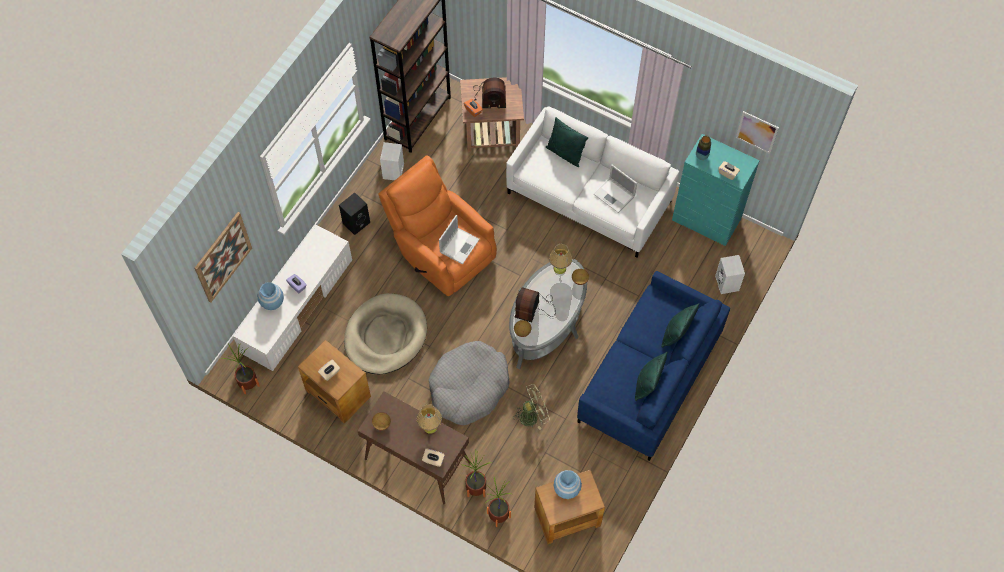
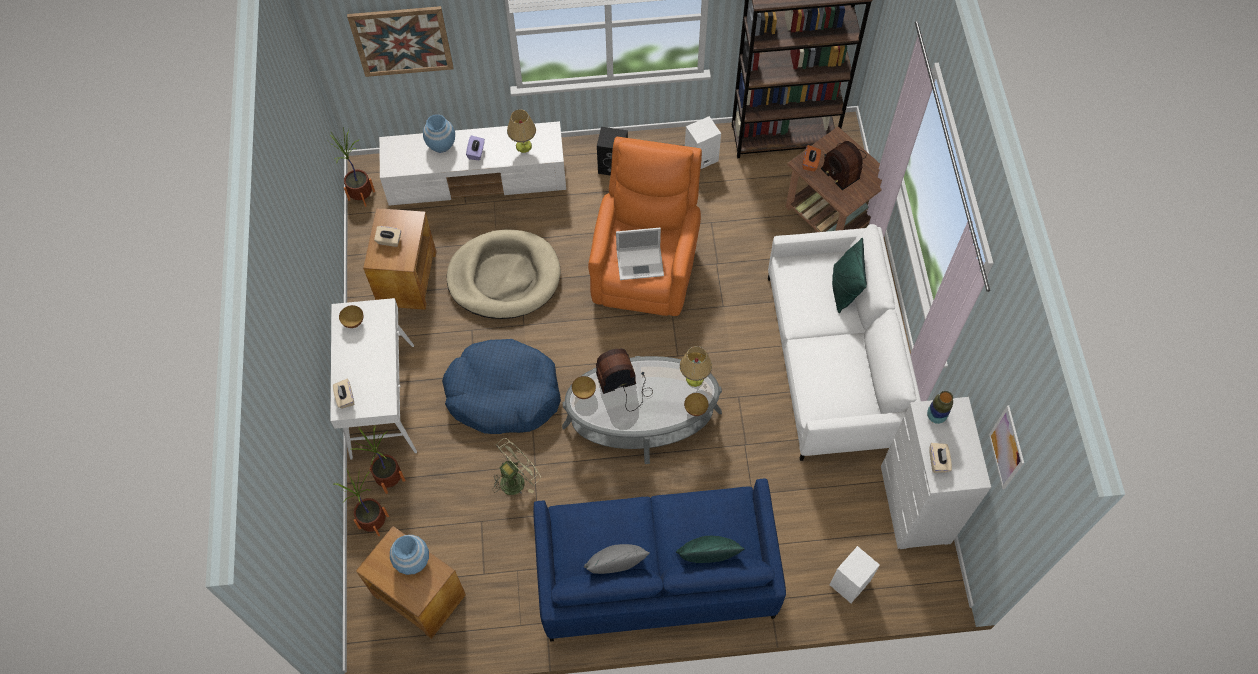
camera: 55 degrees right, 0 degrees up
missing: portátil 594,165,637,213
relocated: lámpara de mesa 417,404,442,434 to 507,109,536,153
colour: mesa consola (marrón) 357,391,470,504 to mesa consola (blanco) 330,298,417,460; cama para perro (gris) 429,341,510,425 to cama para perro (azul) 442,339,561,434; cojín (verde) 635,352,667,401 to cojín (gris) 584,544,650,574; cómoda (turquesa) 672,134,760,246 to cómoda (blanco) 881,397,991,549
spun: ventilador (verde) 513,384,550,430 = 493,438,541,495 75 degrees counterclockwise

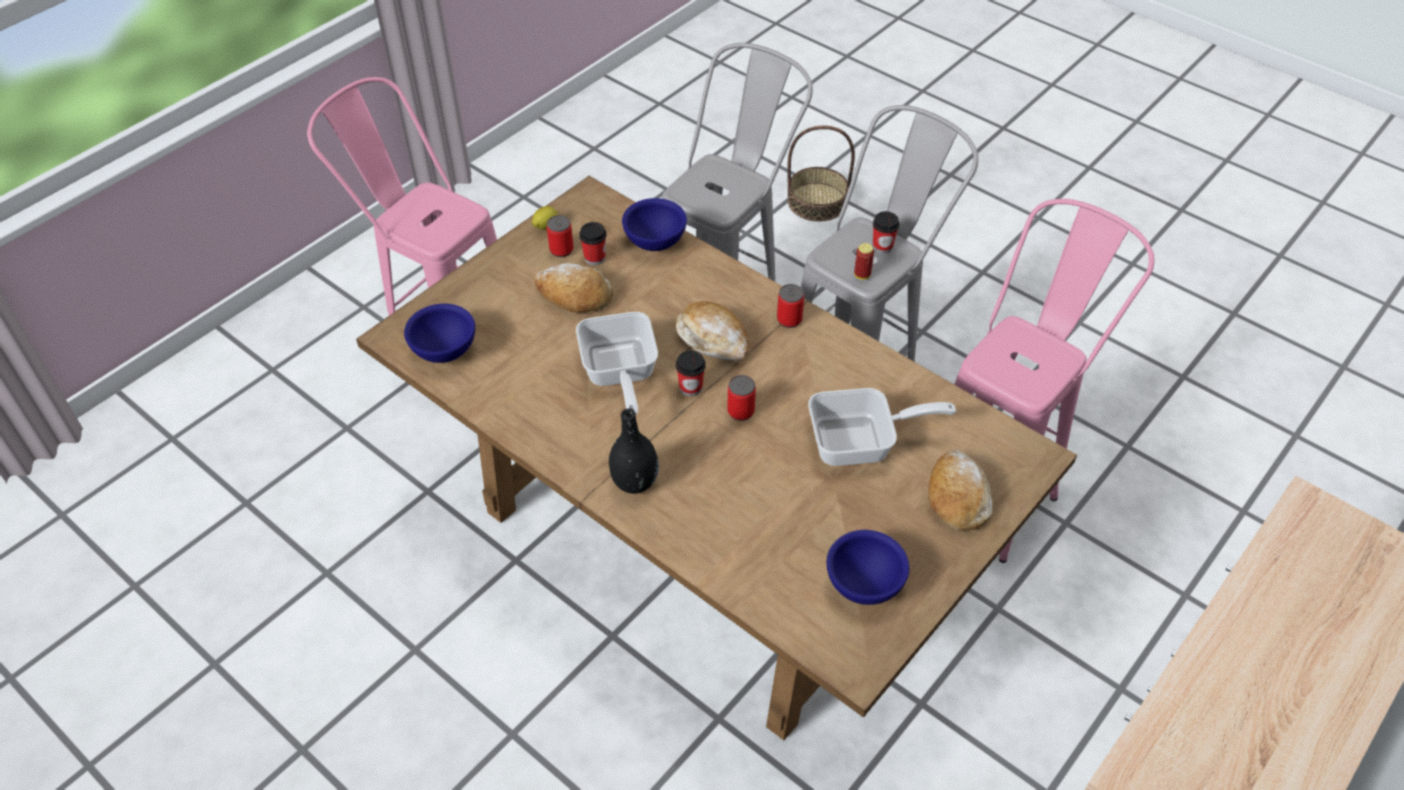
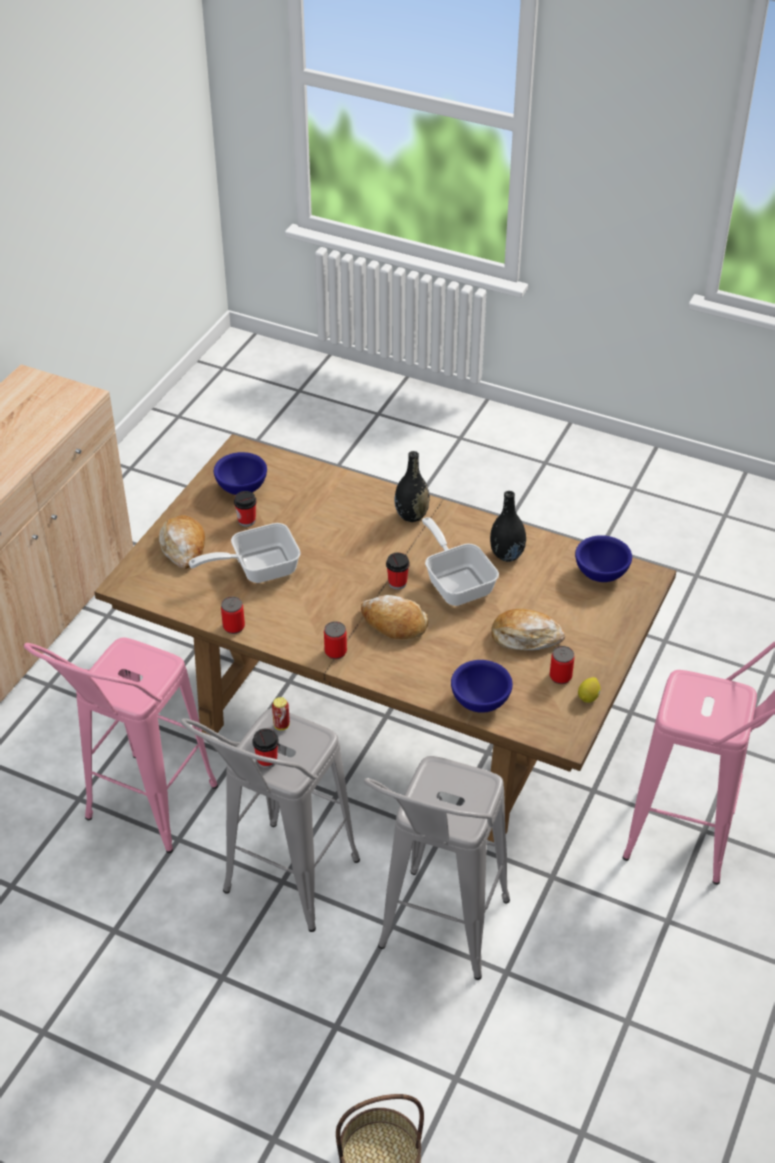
camera: 165 degrees right, 5 degrees down
appeared: florero (negro) 490,491,526,562
relocated: lata 727,375,756,421 to 221,597,245,634; taza 579,222,607,265 to 234,491,257,527

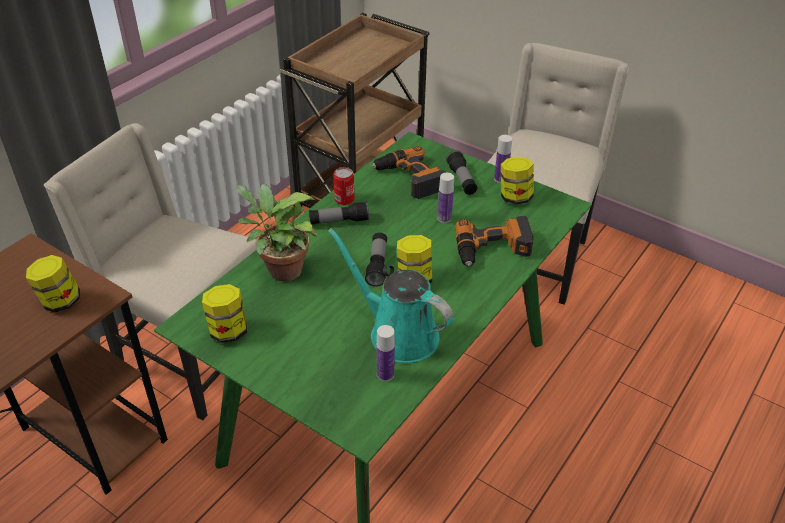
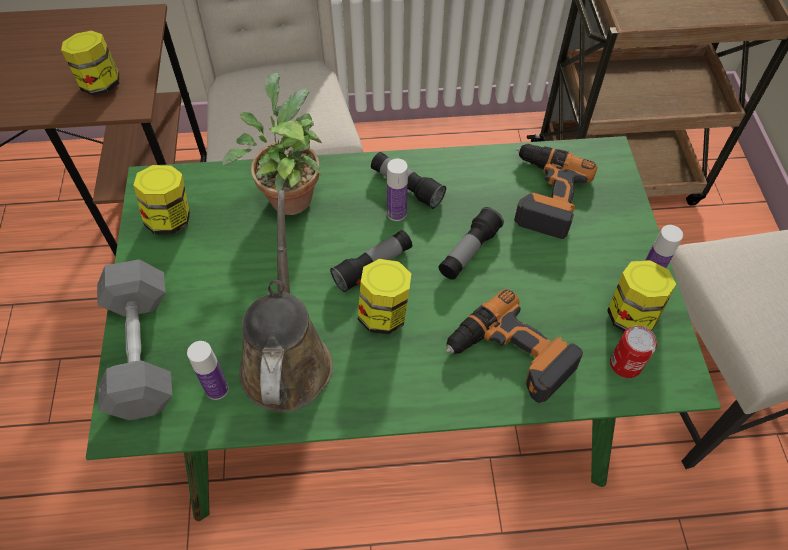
camera: 50 degrees right, 15 degrees up
appeared: mancuerna (gris) 97,259,172,421
relocated: botella 437,173,454,223 to 387,159,408,221; linterna 446,151,478,195 to 439,207,504,280; lata 333,167,355,205 to 610,325,657,378
colour: regadera (turquesa) 328,228,454,363 to regadera (marrón) 239,190,333,412

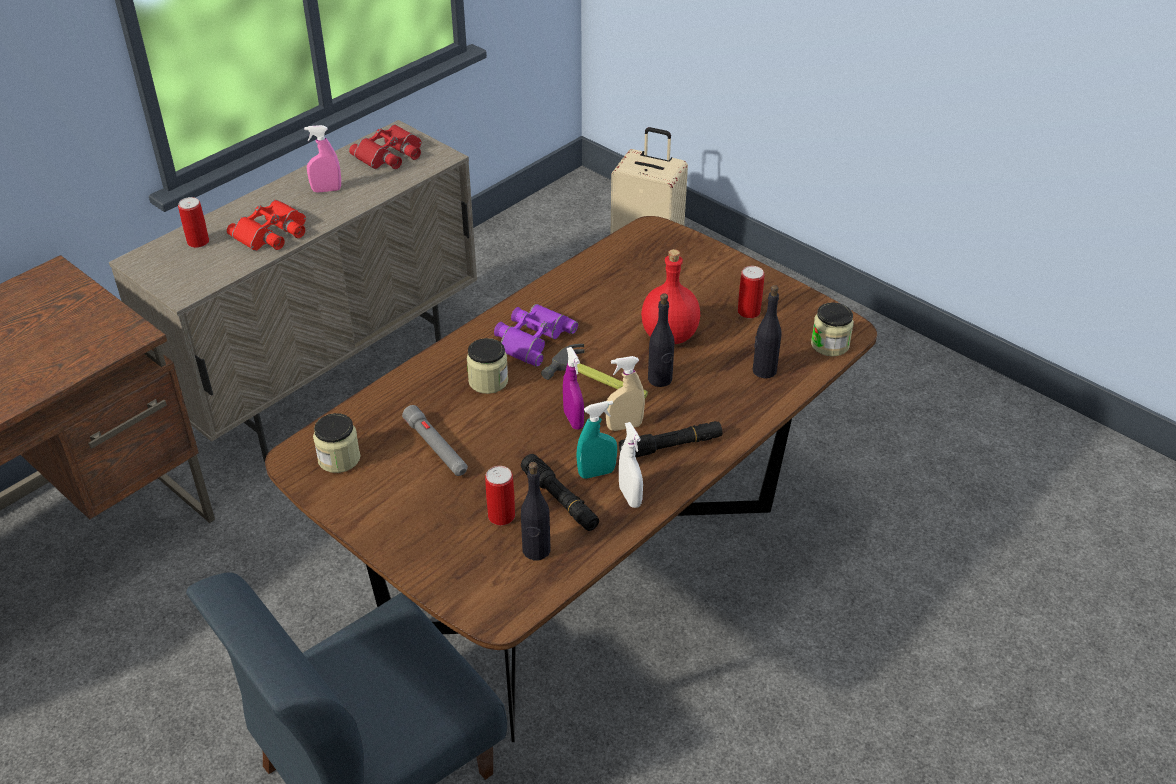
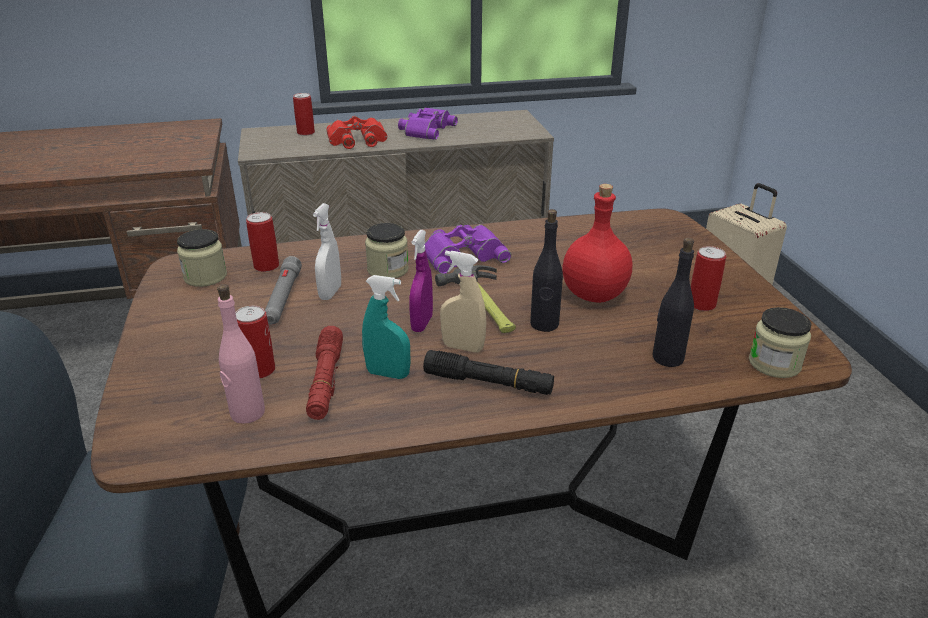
camera: 35 degrees right, 10 degrees down
missing: prismáticos (rojo) 349,124,421,169
appeared: lata 246,212,279,272
relocated: pulverizador (blanco) 619,422,643,508 to 313,203,341,300
exchanged: pulverizador (rosa) 304,125,341,193 to prismáticos (morado) 398,107,458,140
colour: botella (negro) 521,462,550,560 to botella (rosa) 217,284,265,424; linterna (negro) 521,454,599,531 to linterna (rojo) 306,326,343,420

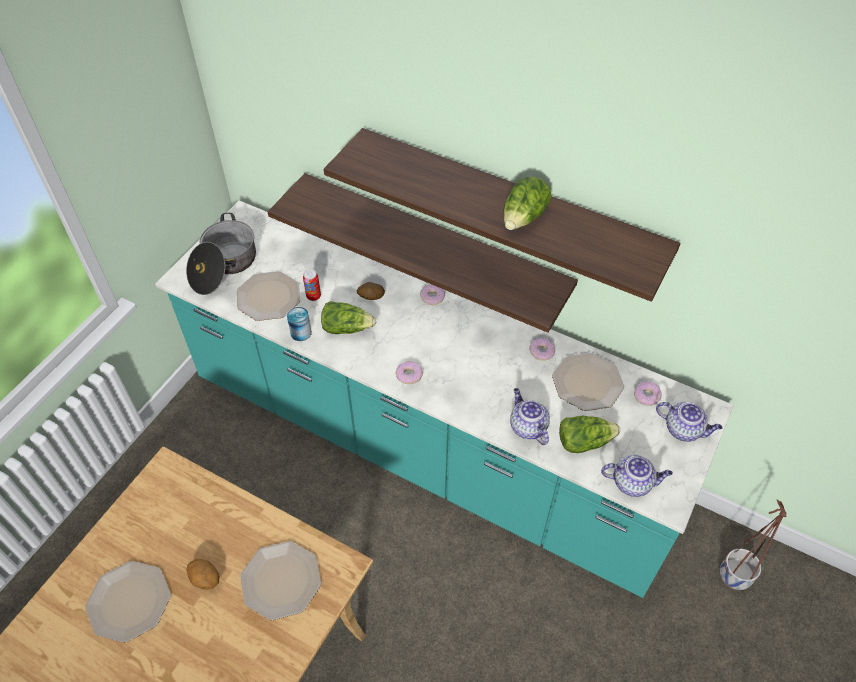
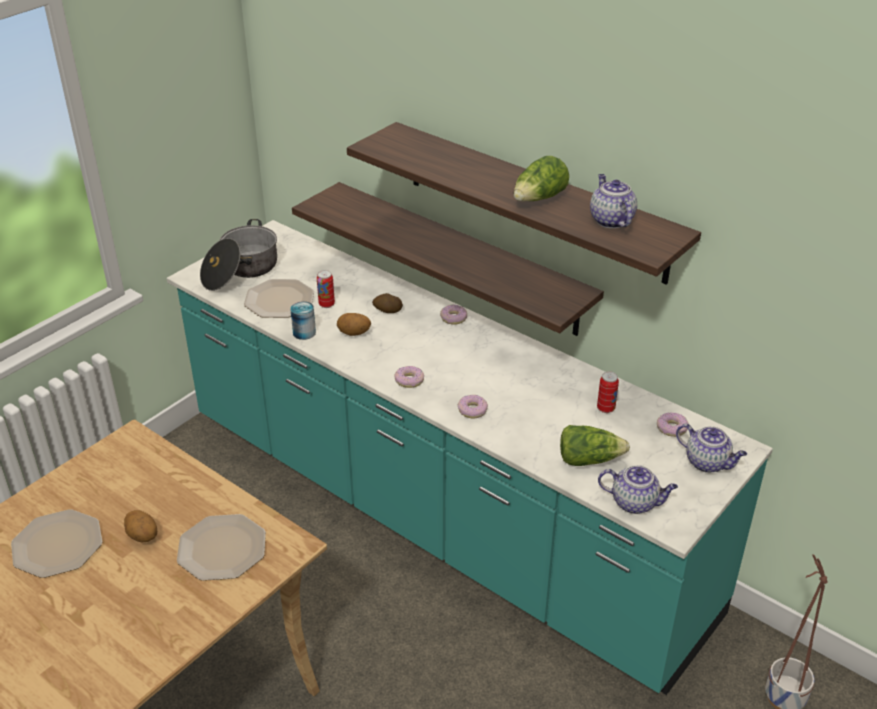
camera: 10 degrees right, 15 degrees down
relocated: rosquilla 529,337,555,361 to 458,394,488,418; tetera 510,388,550,445 to 590,174,637,228
exchanged: lechuga 321,301,376,334 to patata 337,313,371,336; plato 552,353,624,411 to lata 597,371,619,413

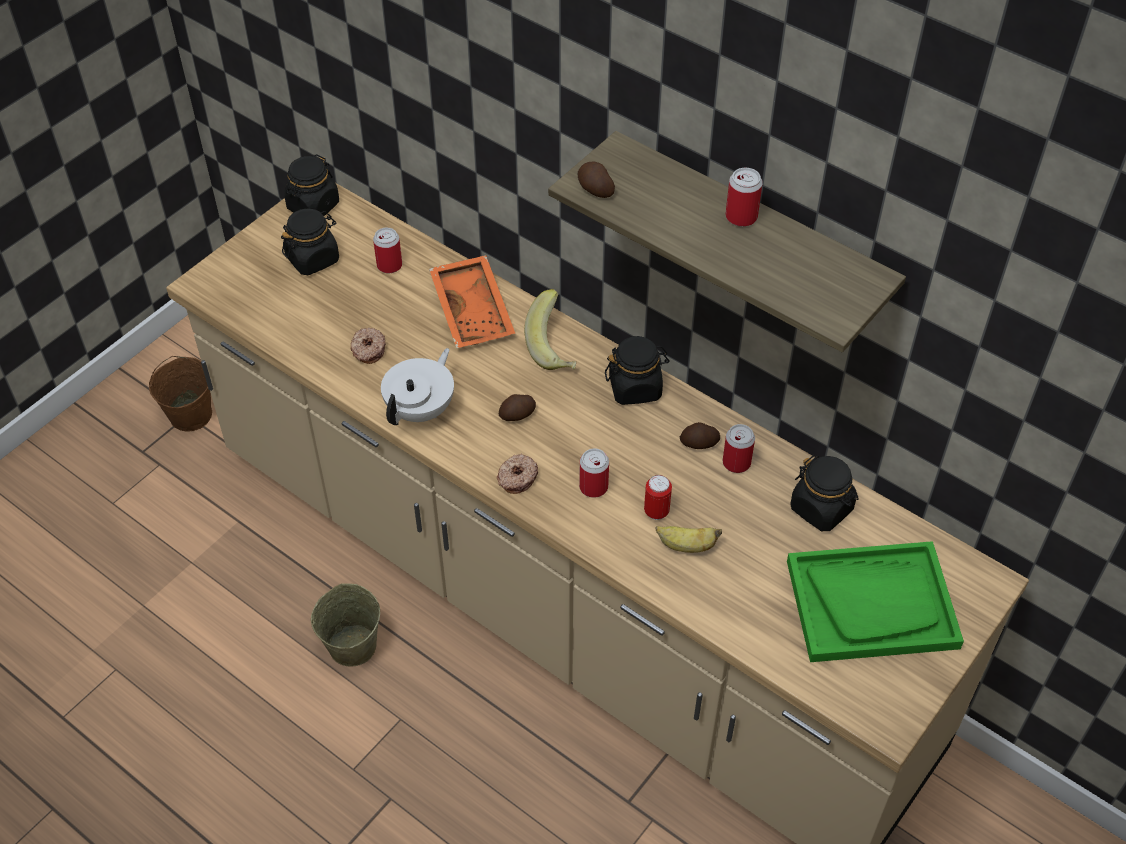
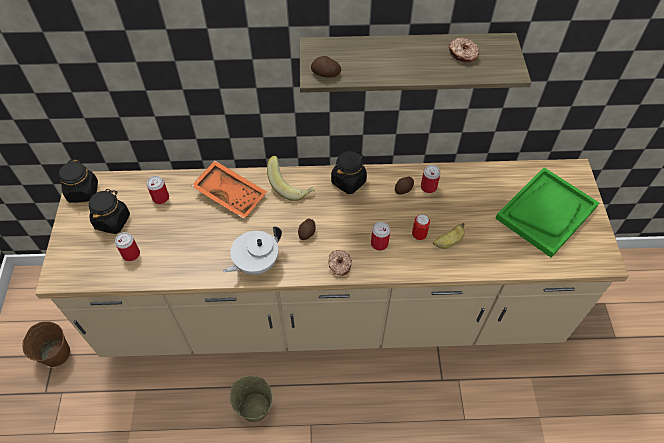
camera: 40 degrees left, 5 degrees up
missing: tarro (negro) 791,455,859,531
relocated: lata 725,168,763,227 to 115,232,140,261; rosquilla 351,328,386,364 to 448,38,480,63
spun: tetera (blanco) 381,348,454,425 = 223,227,282,275 120 degrees counterclockwise

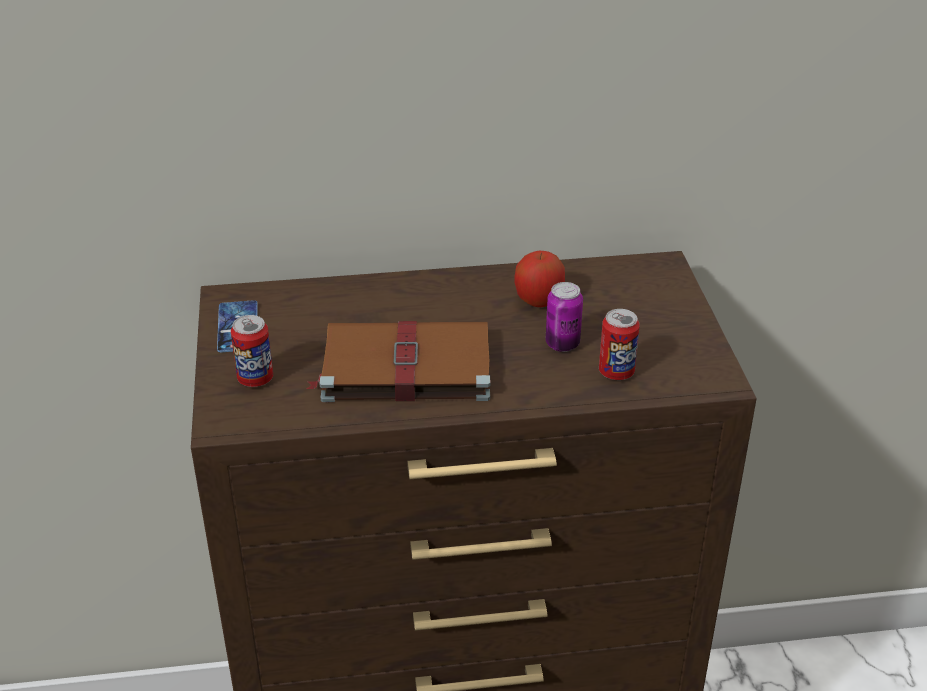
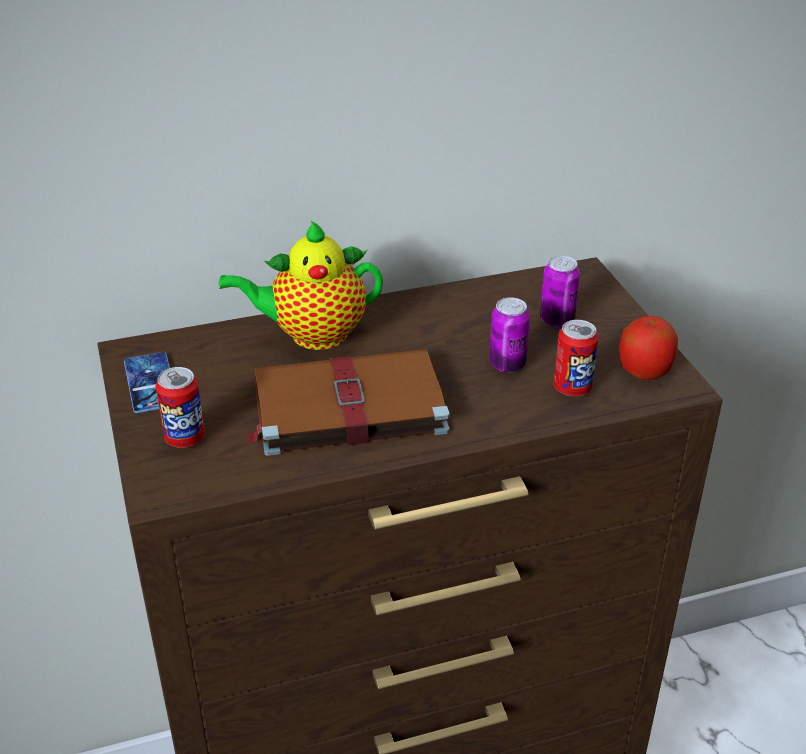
camera: 10 degrees left, 0 degrees up
appeared: tetera 219,220,383,350; lata 540,256,580,328
relocated: manzana 514,251,565,307 to 619,316,678,380

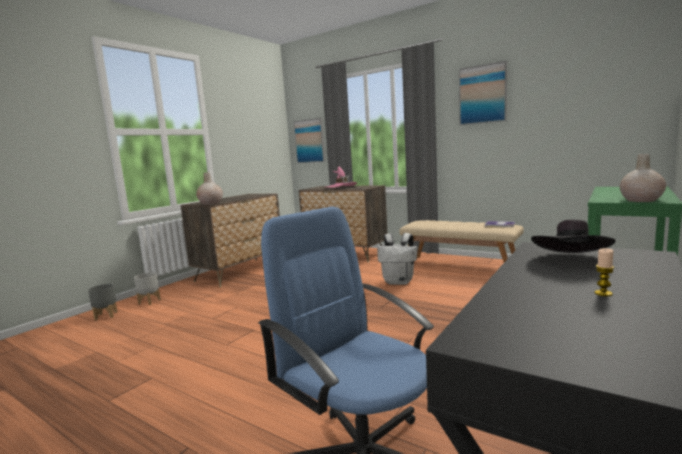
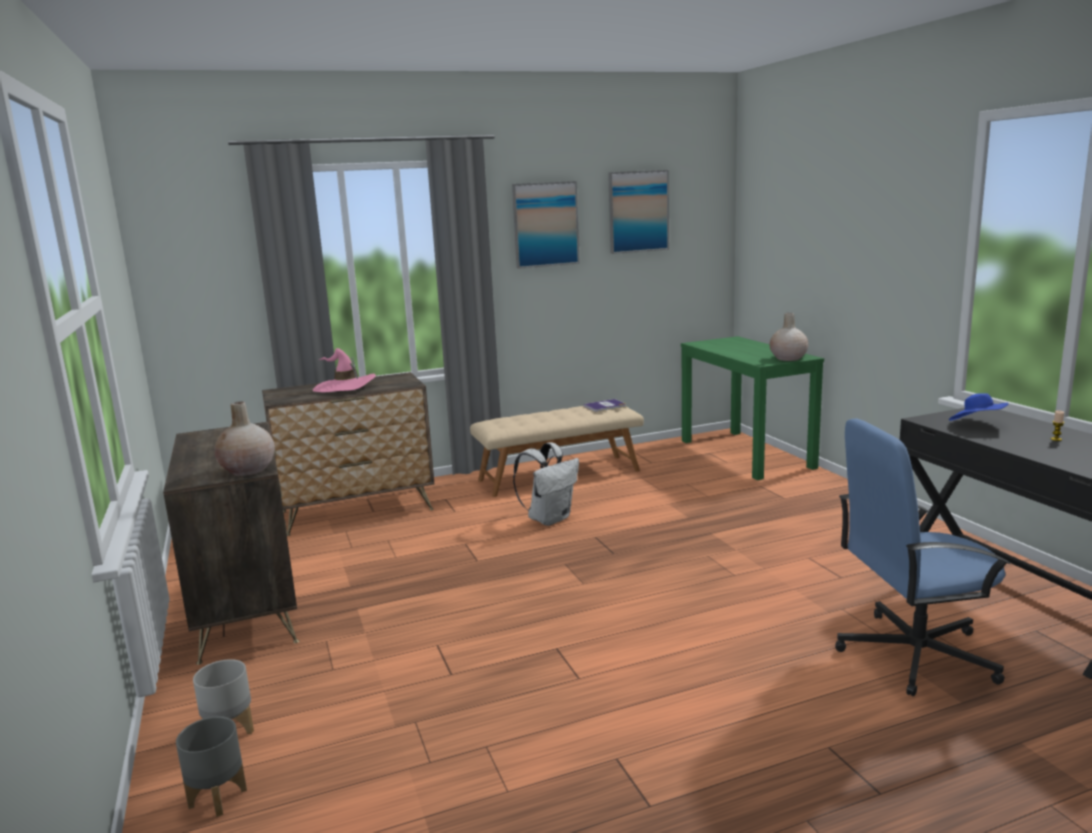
camera: 55 degrees left, 5 degrees up
relocated: cuadro 293,118,325,163 to 608,170,669,254
colour: sombrero (negro) 531,220,616,253 to sombrero (azul) 949,393,1008,421

